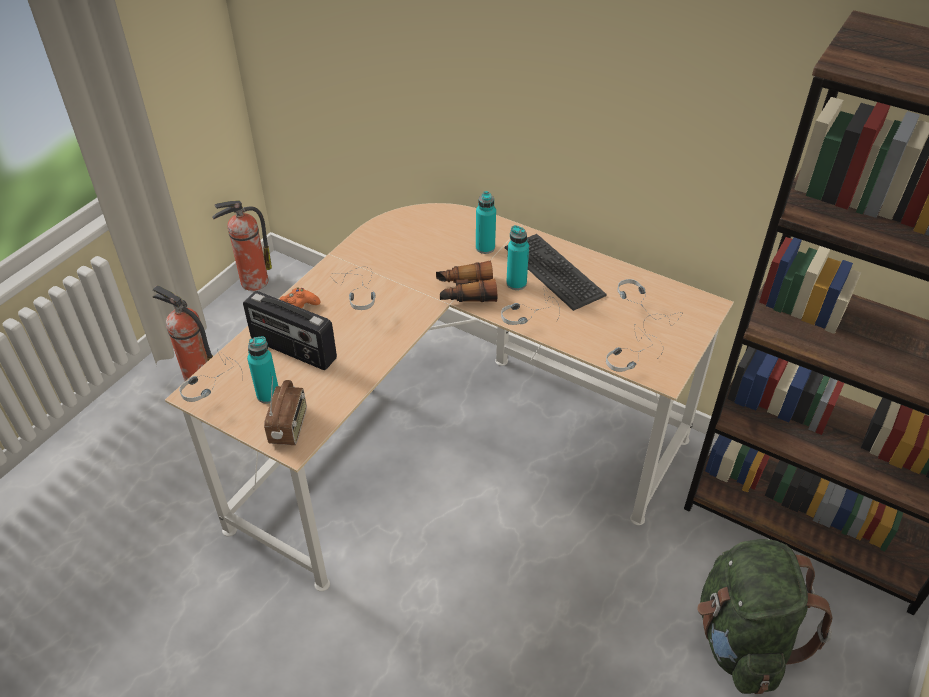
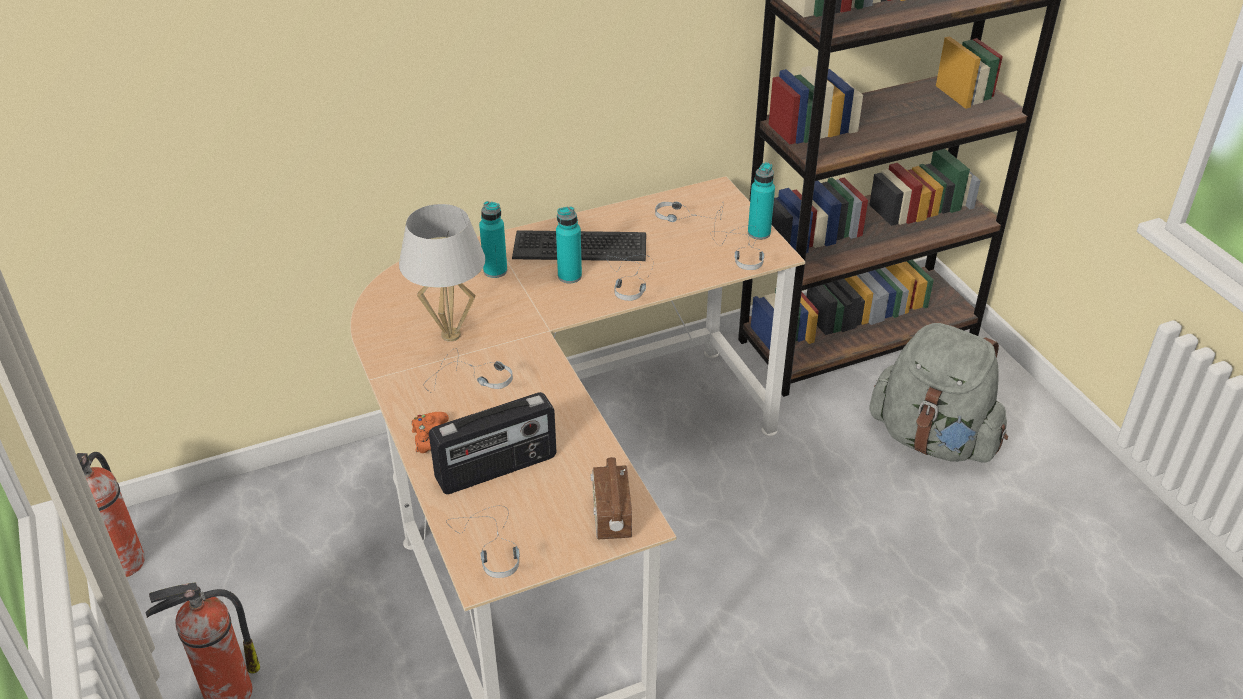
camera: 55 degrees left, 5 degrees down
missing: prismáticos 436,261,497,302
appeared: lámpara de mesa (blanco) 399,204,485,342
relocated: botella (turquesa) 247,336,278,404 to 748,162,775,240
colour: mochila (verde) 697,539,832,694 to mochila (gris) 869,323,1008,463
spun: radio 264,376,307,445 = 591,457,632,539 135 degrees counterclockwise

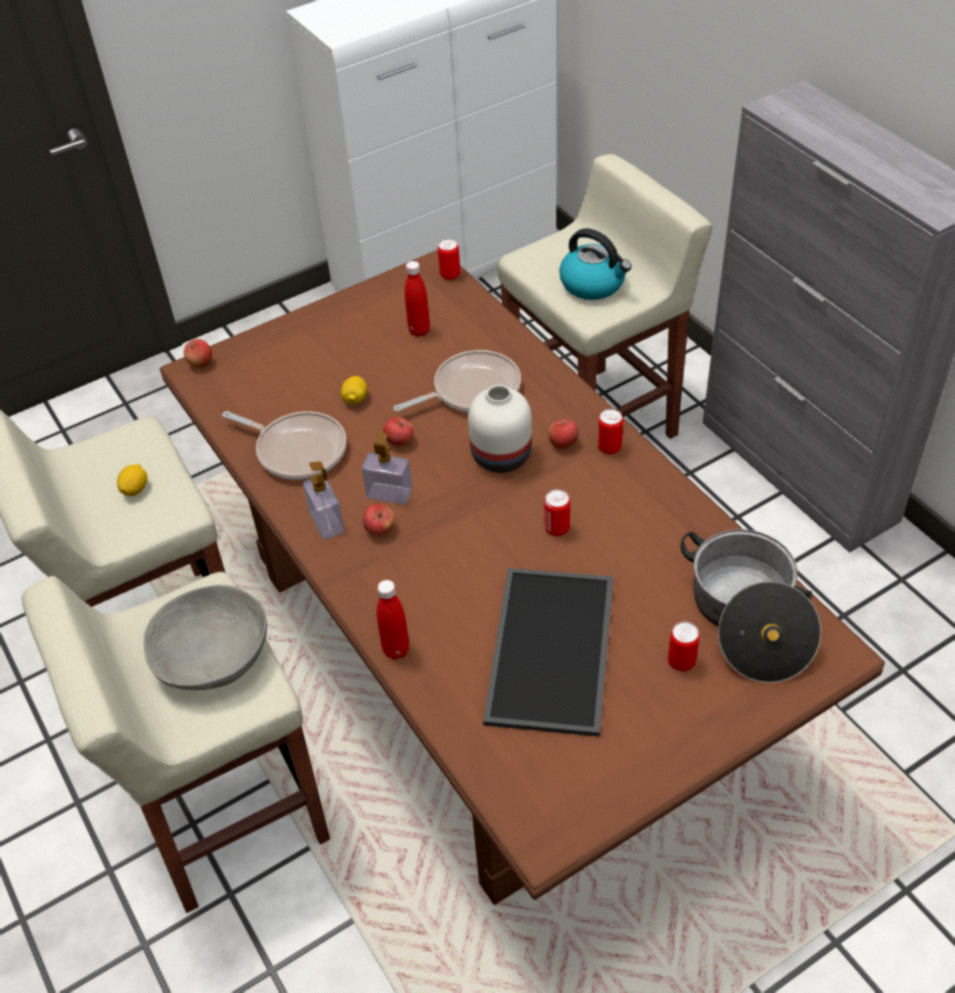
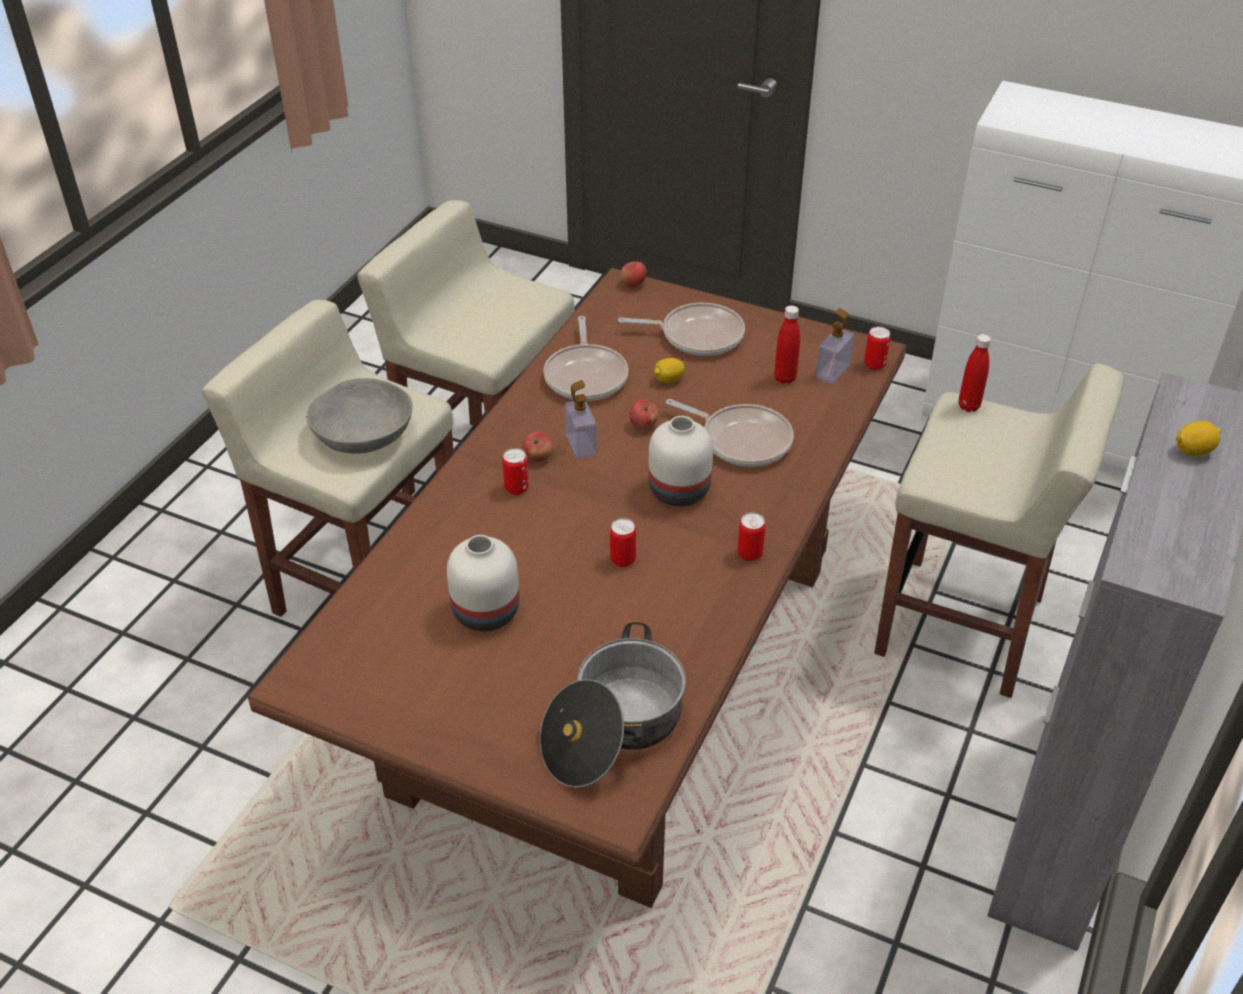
camera: 55 degrees right, 5 degrees down
missing: manzana 548,419,579,449; hervidor 559,228,632,300
appeared: sartén 618,303,745,356
relocated: lata 668,622,700,671 to 502,448,529,495; dispensador de jabón 303,461,344,540 to 816,308,854,384; botella (rojo) 377,580,410,659 to 958,334,991,412; limón 117,464,147,496 to 1176,421,1221,456
exchanged: bandeja 483,568,614,737 to florero (blanco) 447,535,519,631

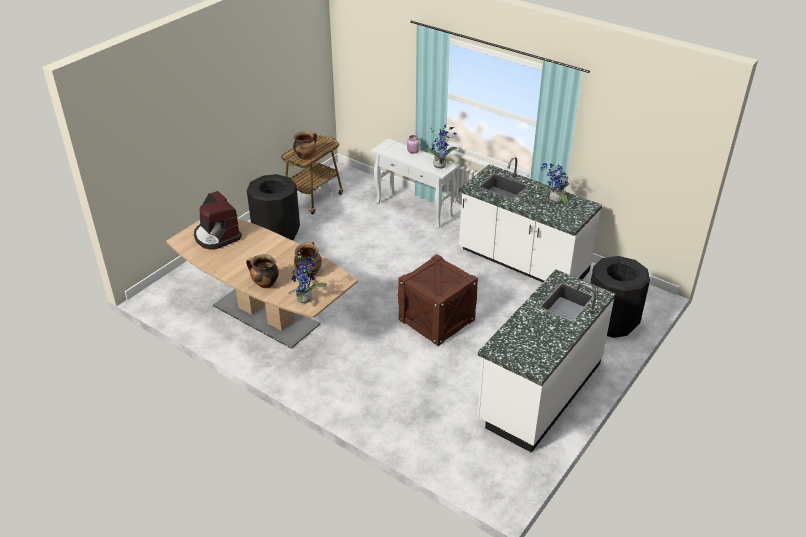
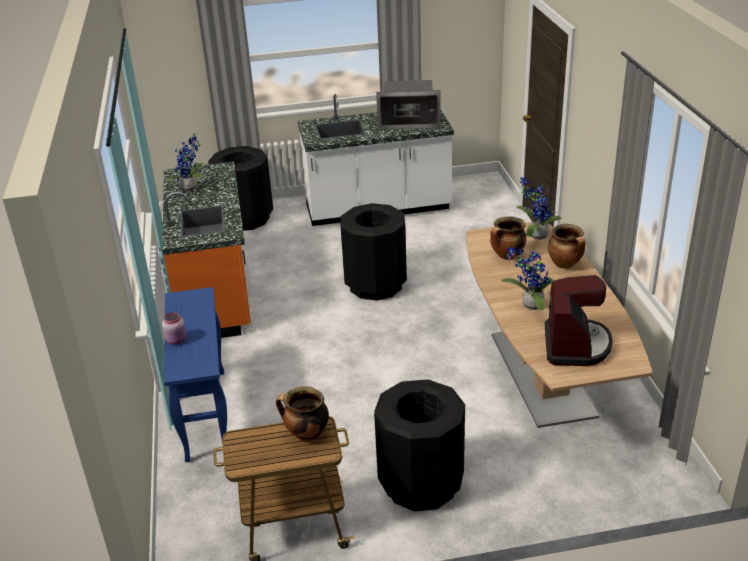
camera: 135 degrees left, 5 degrees down
appeared: microondas 376,80,441,130
relocated: planta en maceta 425,124,457,169 to 501,247,554,310
exchanged: caja de embalaje 398,254,478,346 to papelera (negro) 341,203,407,301
colour: mueble bajo de cocina (blanco) 459,157,602,282 to mueble bajo de cocina (naranja) 162,162,251,338; mesa consola (blanco) 371,138,460,229 to mesa consola (azul) 164,287,227,462

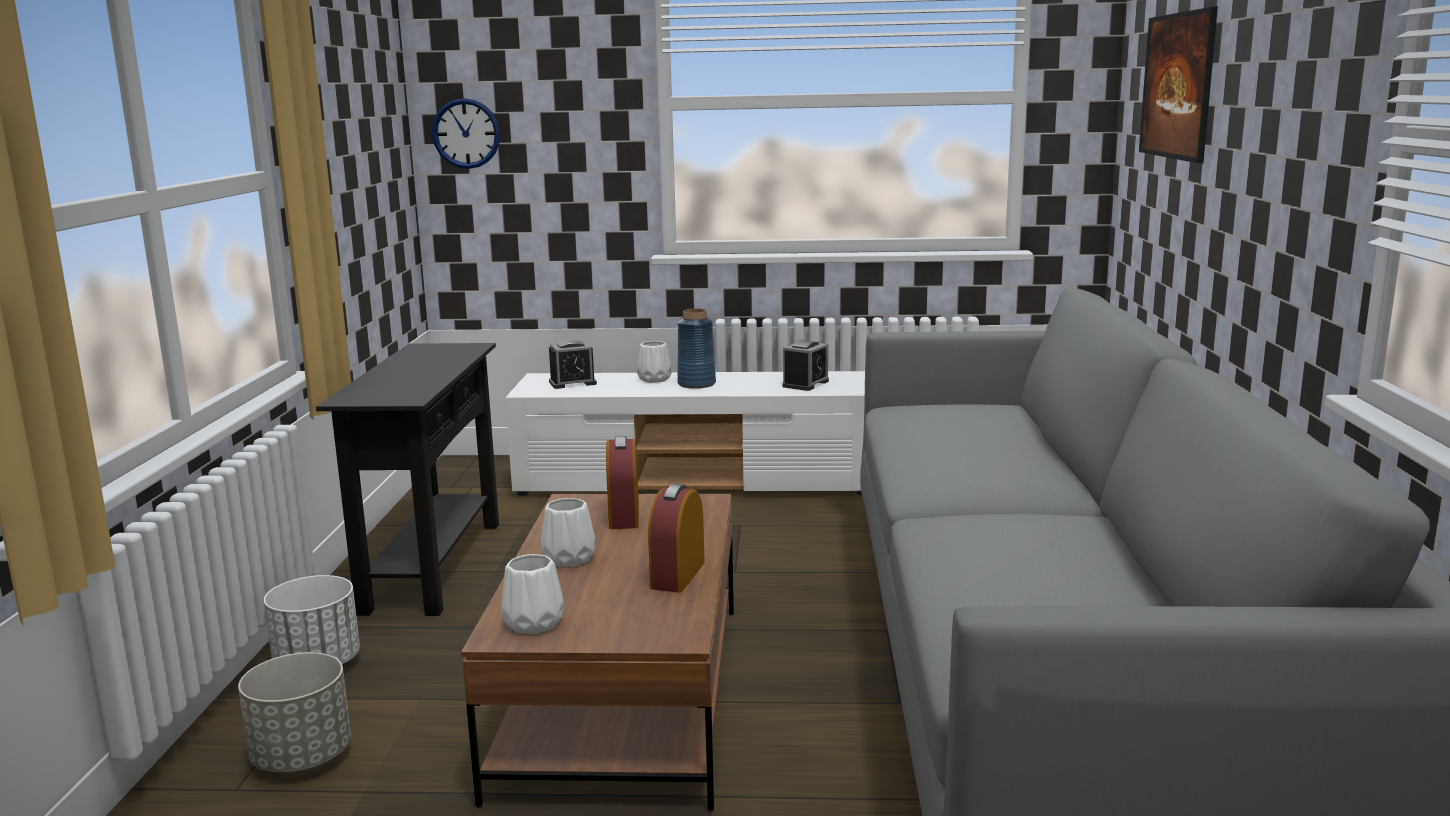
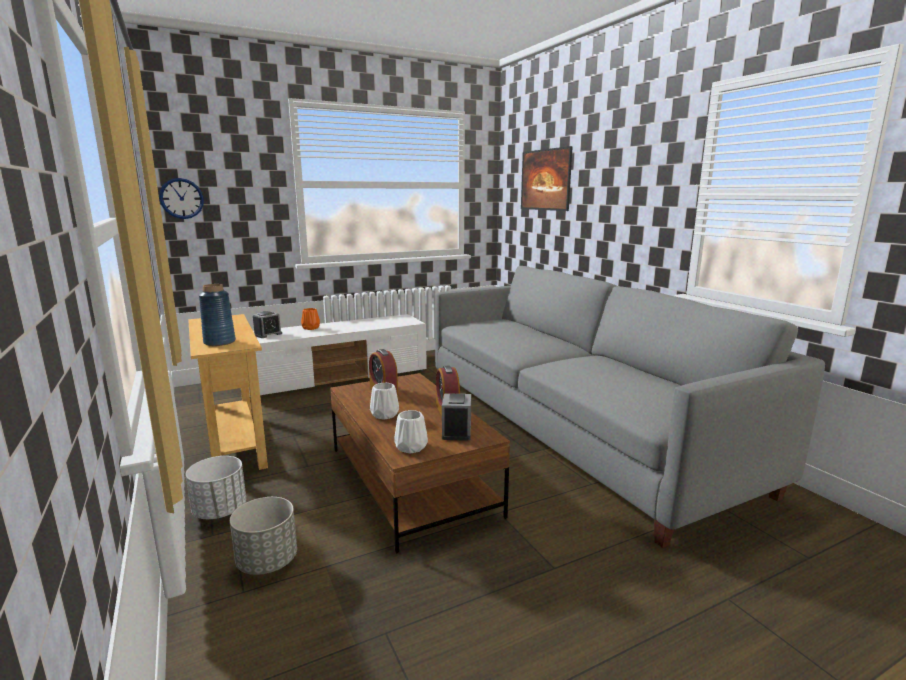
camera: 30 degrees left, 0 degrees up
relocated: florero (azul) 677,309,716,389 to 199,284,236,346; despertador 782,340,829,391 to 442,393,471,441
colour: mesa consola (negro) 316,343,499,616 to mesa consola (beis) 188,314,268,470; florero (blanco) 637,341,672,383 to florero (naranja) 301,308,320,330

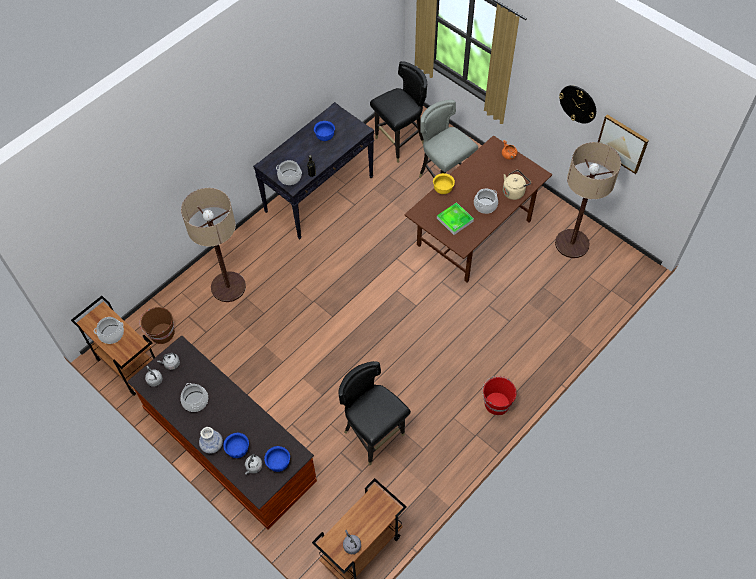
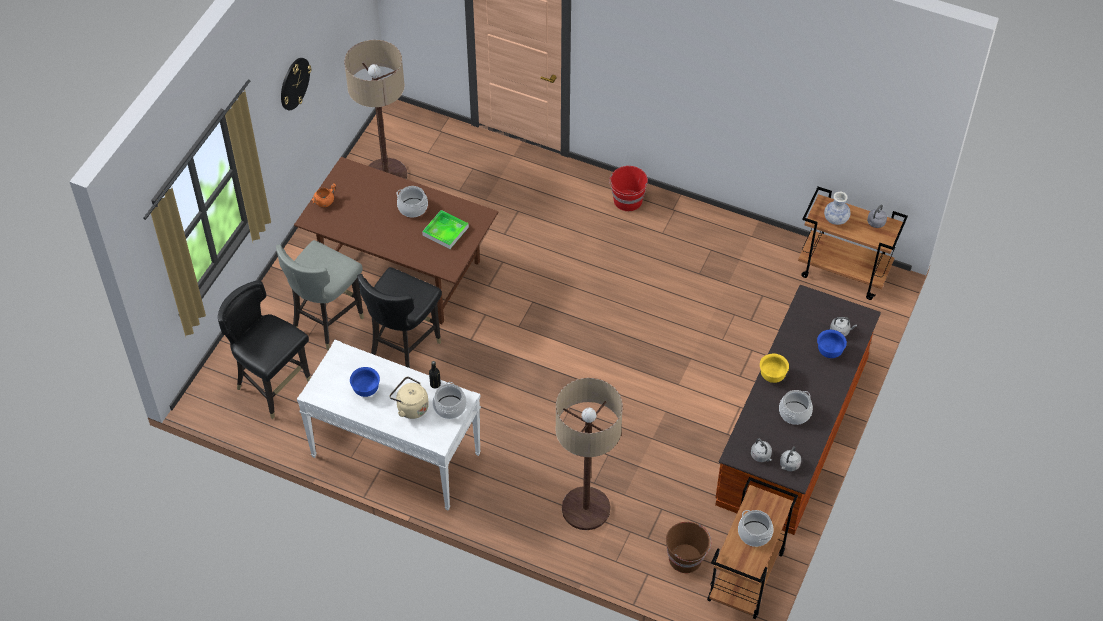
camera: 110 degrees left, 5 degrees down
missing: cuenco (azul) 264,446,290,472; cuadro 598,115,649,174
relocated: silla (negro) 339,361,411,466 to 357,267,442,368; hervidor (beis) 503,170,531,200 to 389,377,429,419; cuenco (amarillo) 433,173,455,194 to 760,354,789,383; florero 199,427,223,454 to 824,192,850,225
colour: mesa consola (negro) 253,102,374,239 to mesa consola (blanco) 297,340,481,511

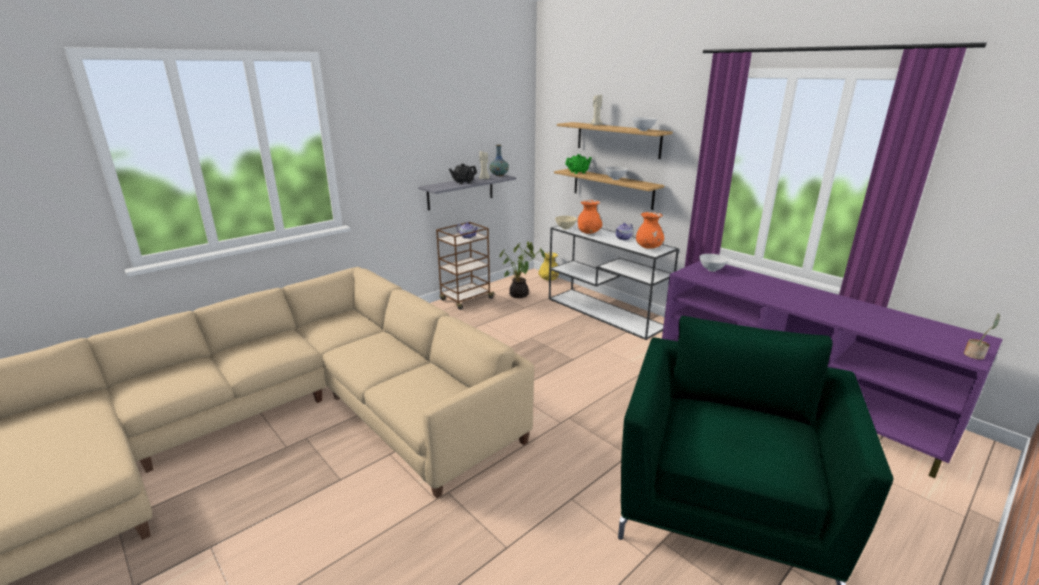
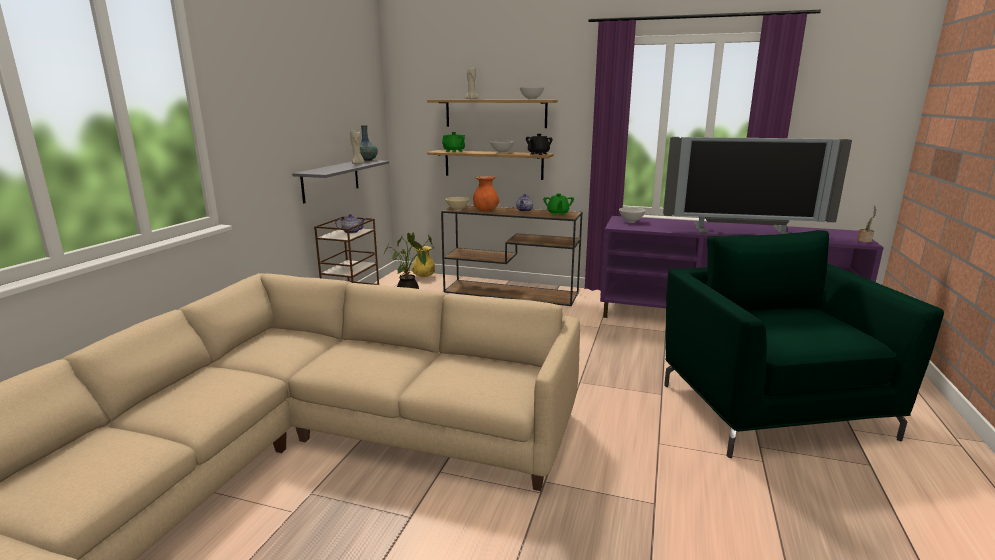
camera: 30 degrees left, 5 degrees down
appeared: televisor 663,137,852,234
relocated: tetera (negro) 449,164,477,184 to 526,133,553,155
exchanged: florero (naranja) 636,212,664,249 to tetera (verde) 543,193,574,215
colour: mesa consola (blanco) 549,221,679,340 to mesa consola (marrón) 441,205,582,306

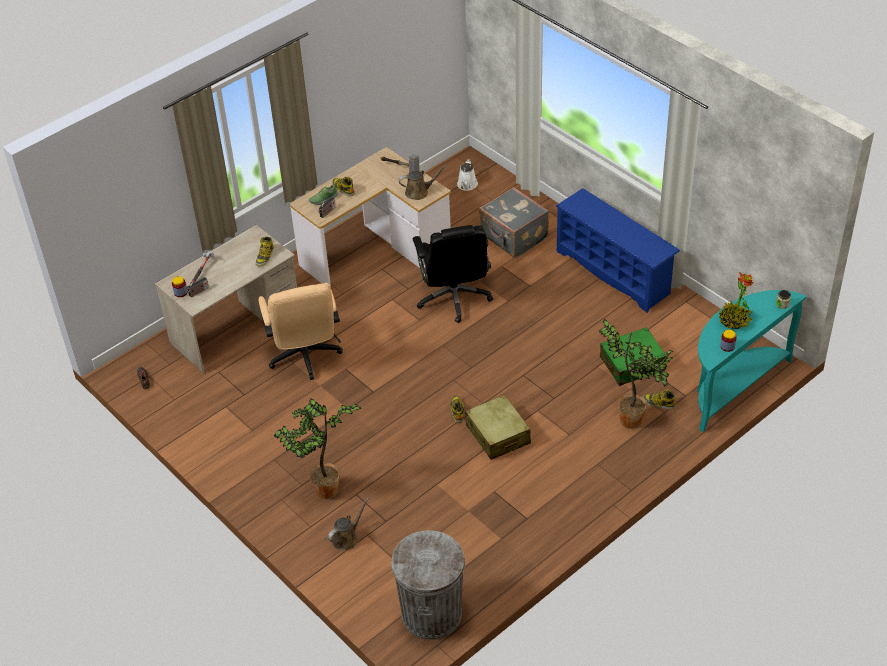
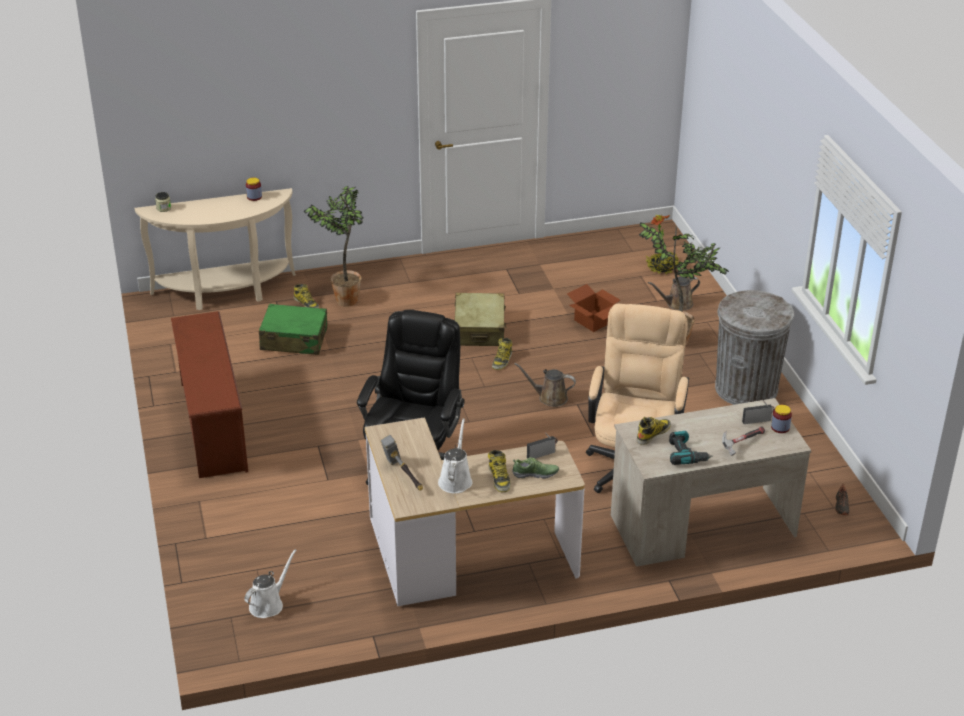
camera: 155 degrees left, 10 degrees down
missing: maleta (gris) 479,187,549,258
appeared: regadera (blanco) 438,418,472,493; caja de cartón 567,284,620,332; taladro 669,431,713,465
relocated: regadera (marrón) 399,165,447,200 to 515,363,576,407; planta en maceta 719,273,753,329 to 646,215,679,274; papelera (gris) 391,531,465,640 to 715,290,794,405
colour: mesa consola (turquesa) 697,290,806,432 to mesa consola (beis) 134,188,296,310; zapatero (azul) 556,188,680,313 to zapatero (marrón) 171,311,248,478

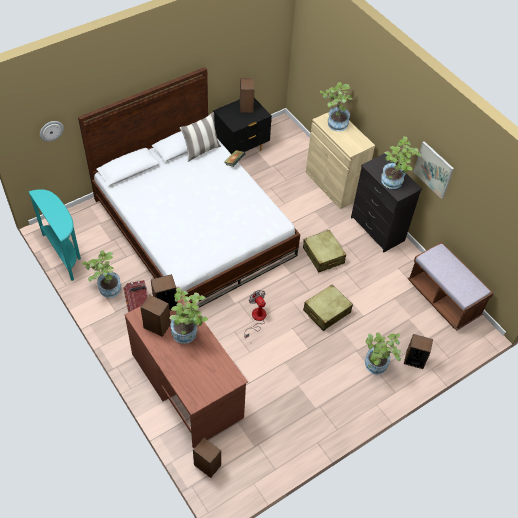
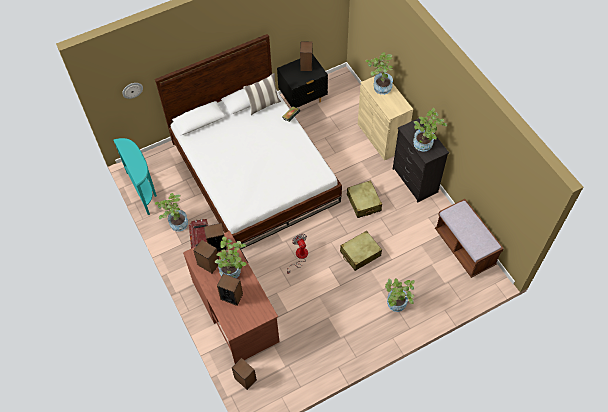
camera: 10 degrees right, 5 degrees up
missing: cuadro 414,141,454,199
relocated: altavoz 404,334,433,369 to 217,274,243,306

